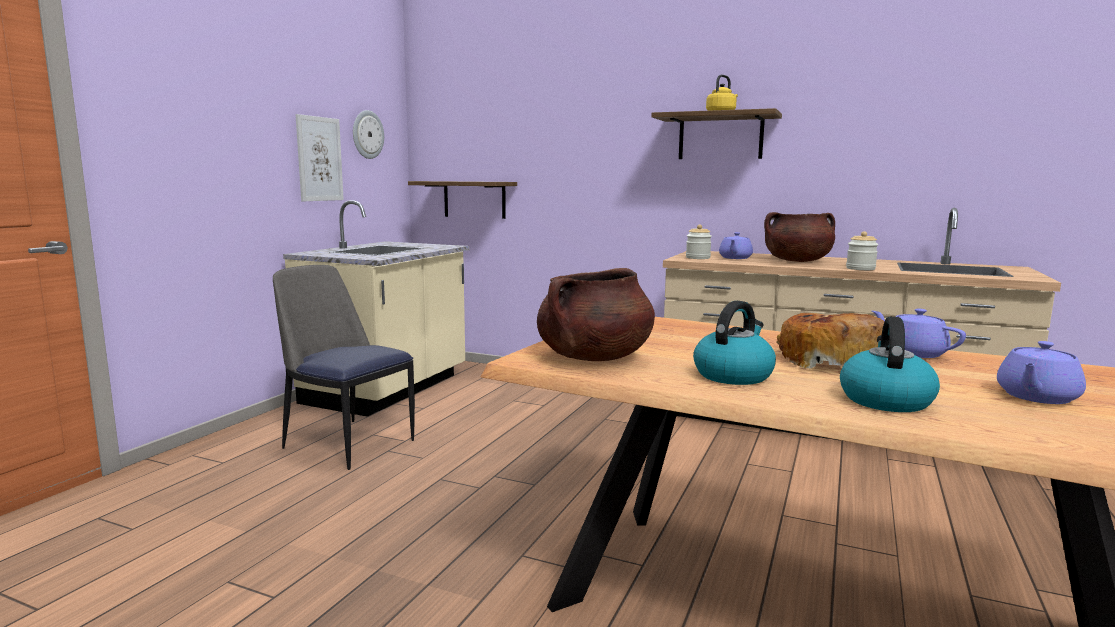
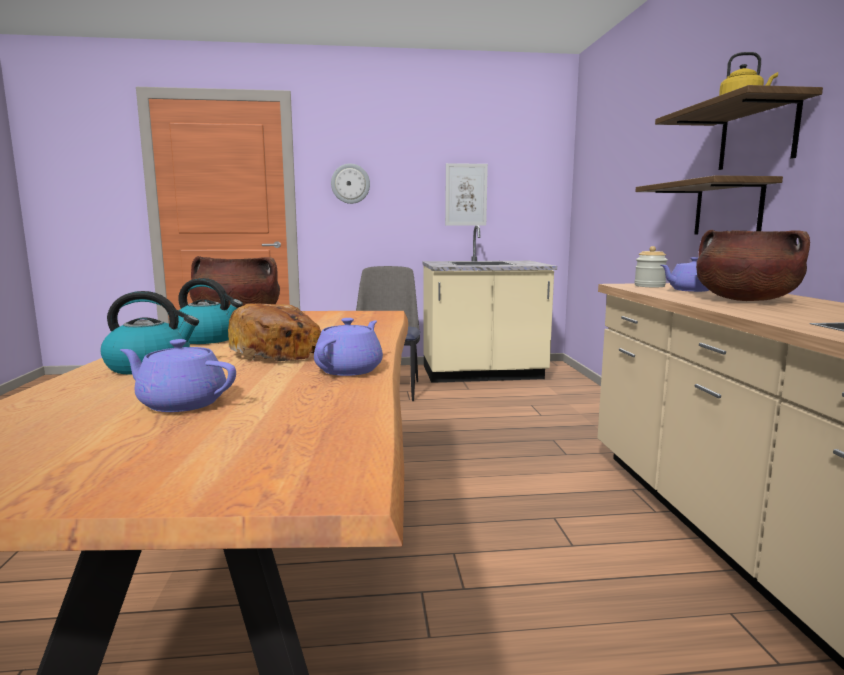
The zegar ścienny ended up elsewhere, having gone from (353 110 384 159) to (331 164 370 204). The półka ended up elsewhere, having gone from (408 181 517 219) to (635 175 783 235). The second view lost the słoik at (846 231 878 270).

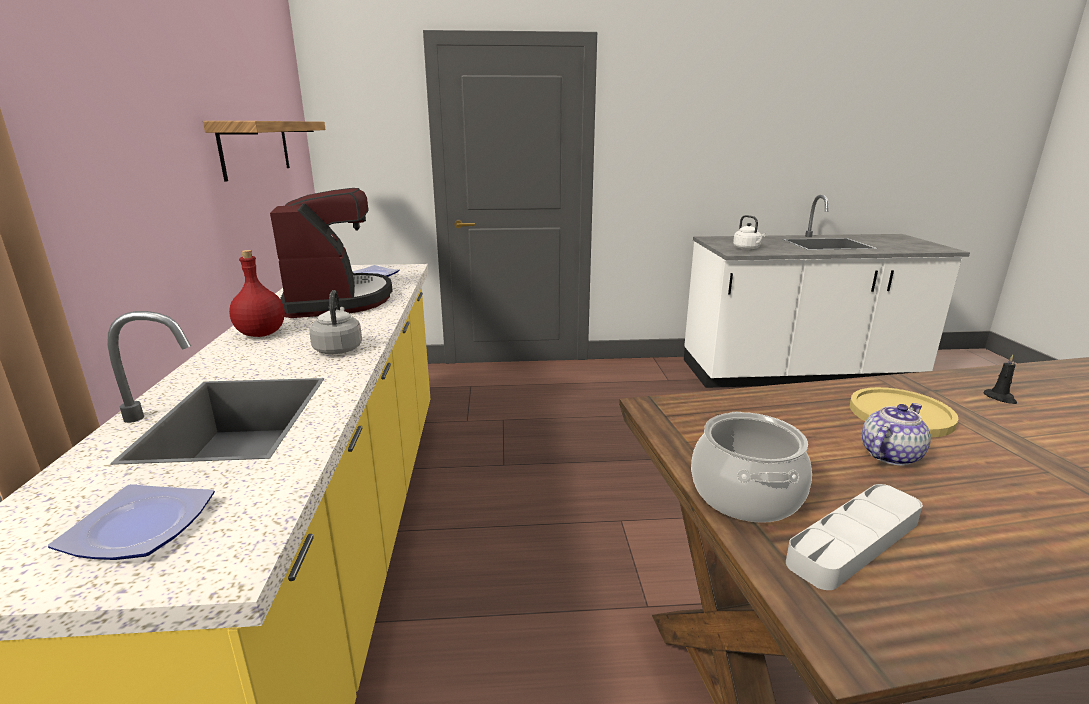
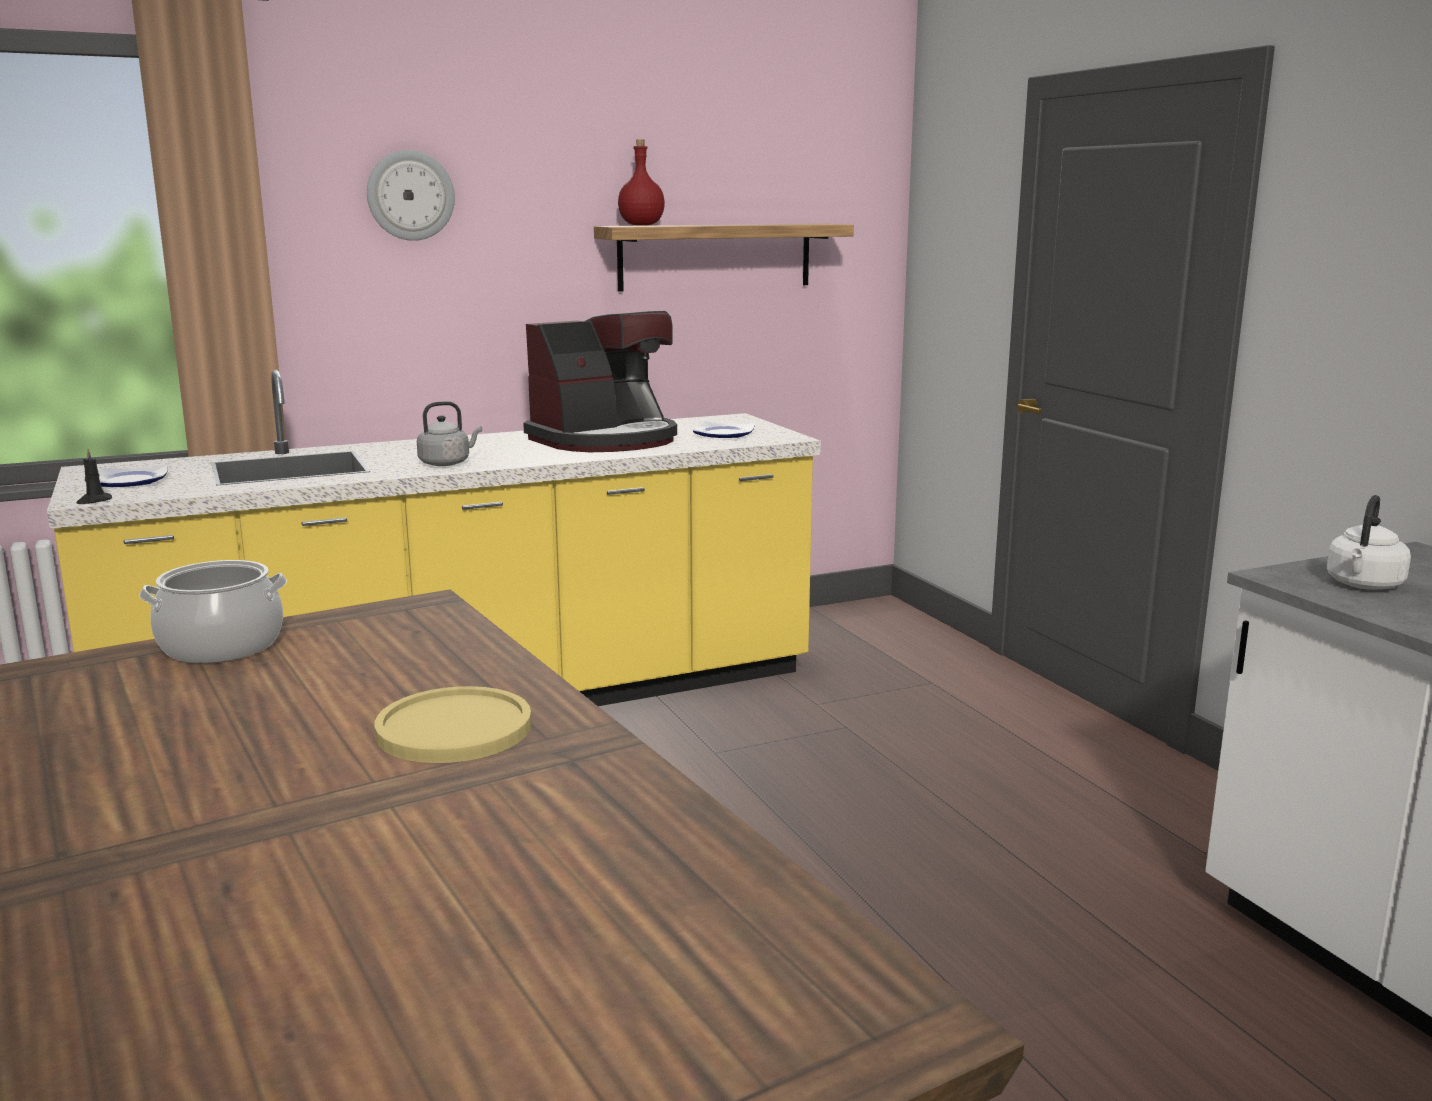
The butelka/czerwony ended up elsewhere, having gone from (229 250 285 337) to (618 139 665 226). The second view lost the taca/szary at (786 484 923 590). The second view lost the imbryk at (862 403 931 466). The świeca/czarny ended up elsewhere, having gone from (984 355 1017 404) to (77 449 112 504). The second view gained the zegar ścienny at (367 150 455 241).

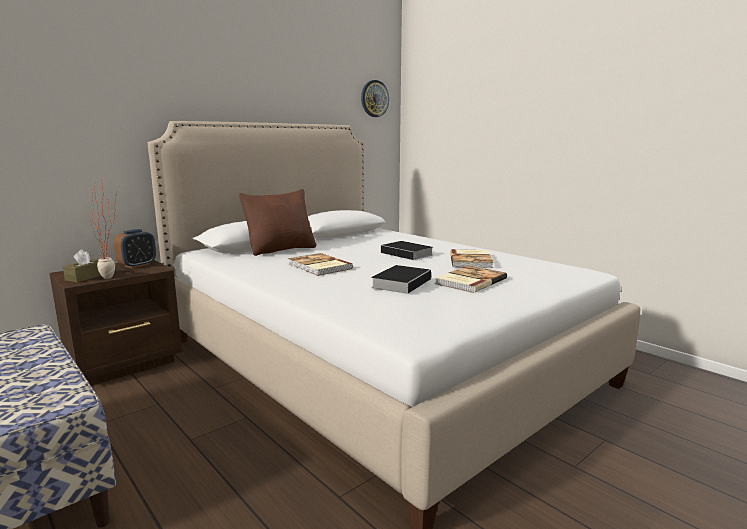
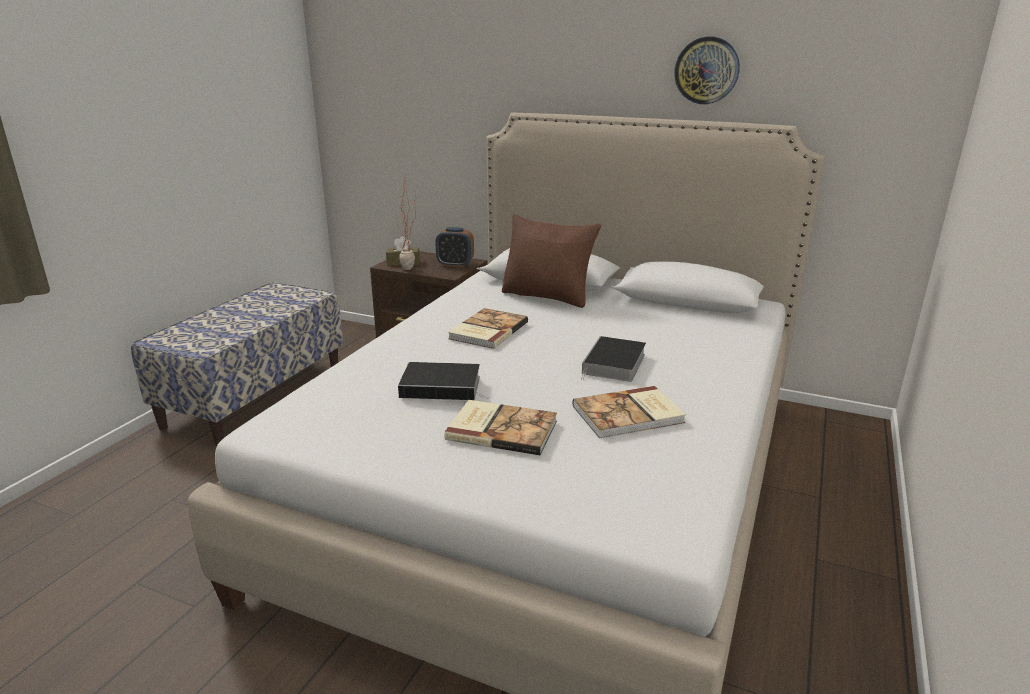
The zegar ścienny ended up elsewhere, having gone from (361 80 389 117) to (674 37 740 104).

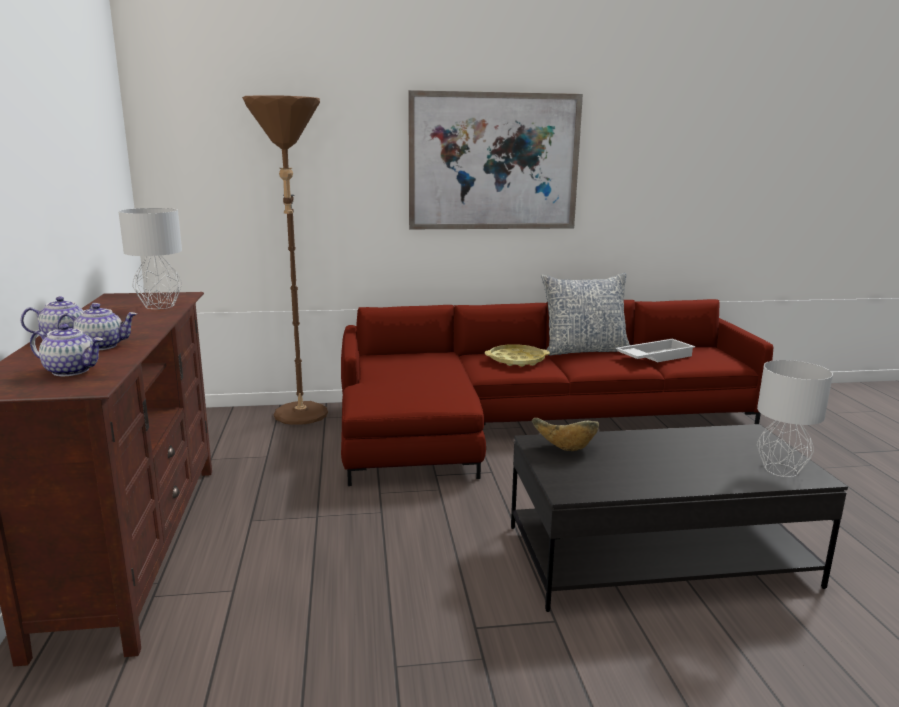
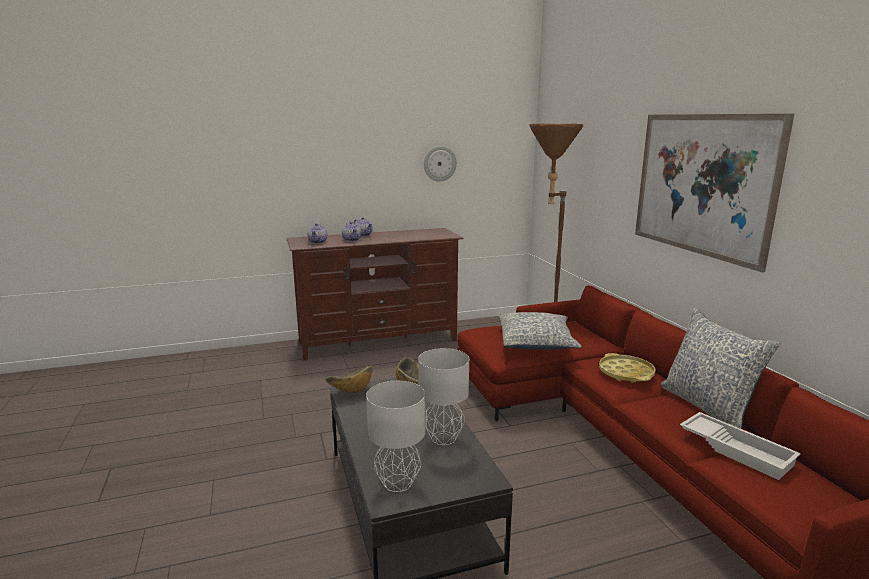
The lampa stołowa/szary ended up elsewhere, having gone from (118 208 182 309) to (418 348 469 445). The second view gained the miska at (325 366 372 393). The second view gained the zegar ścienny at (424 146 457 181). The second view gained the poduszka at (499 312 582 350).

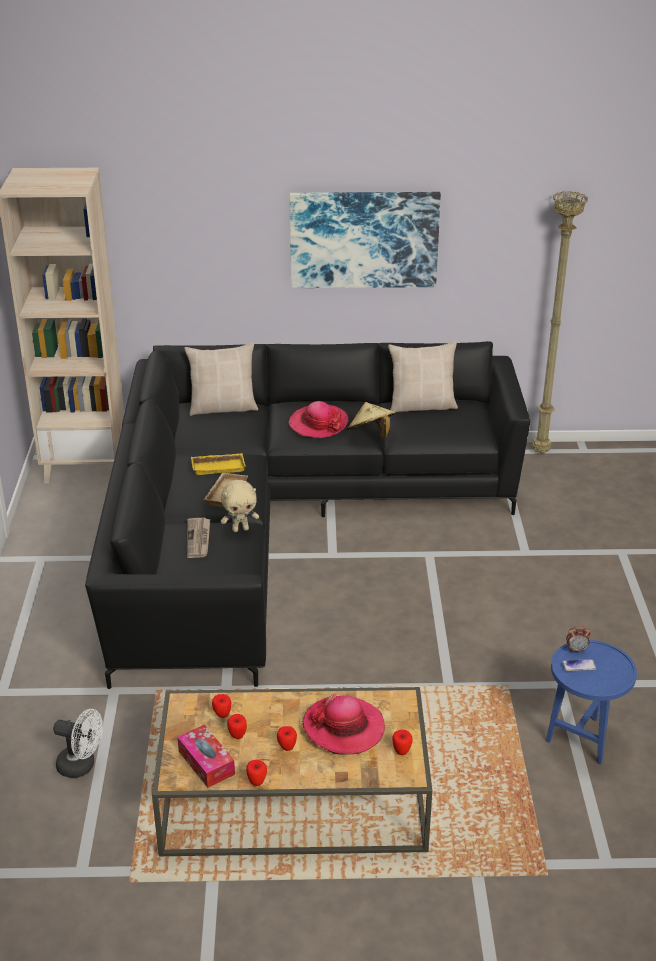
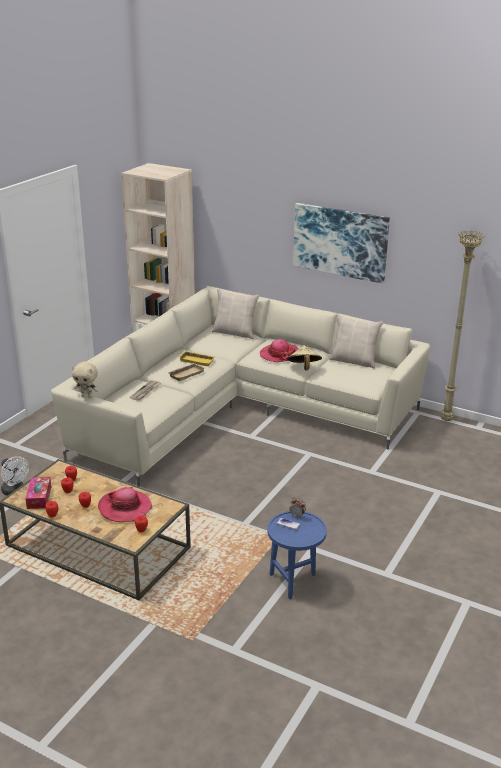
What was the kanapa/czarny at (85 341 530 689) turned into the kanapa/beżowy at (51 286 430 487). The pluszak/beżowy ended up elsewhere, having gone from (221 480 259 532) to (72 361 99 398).

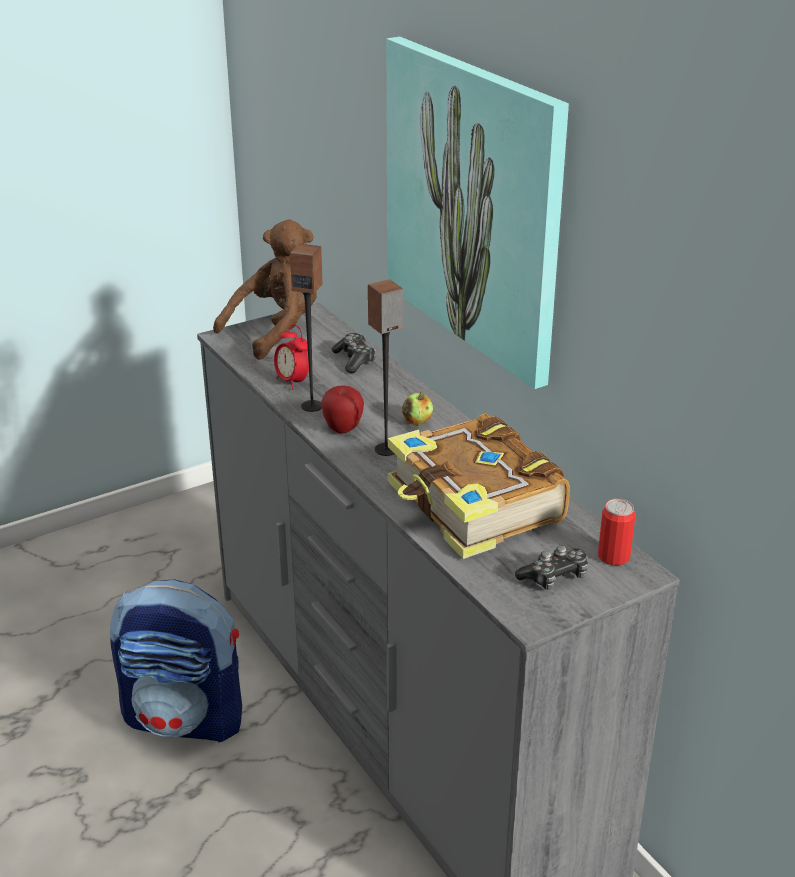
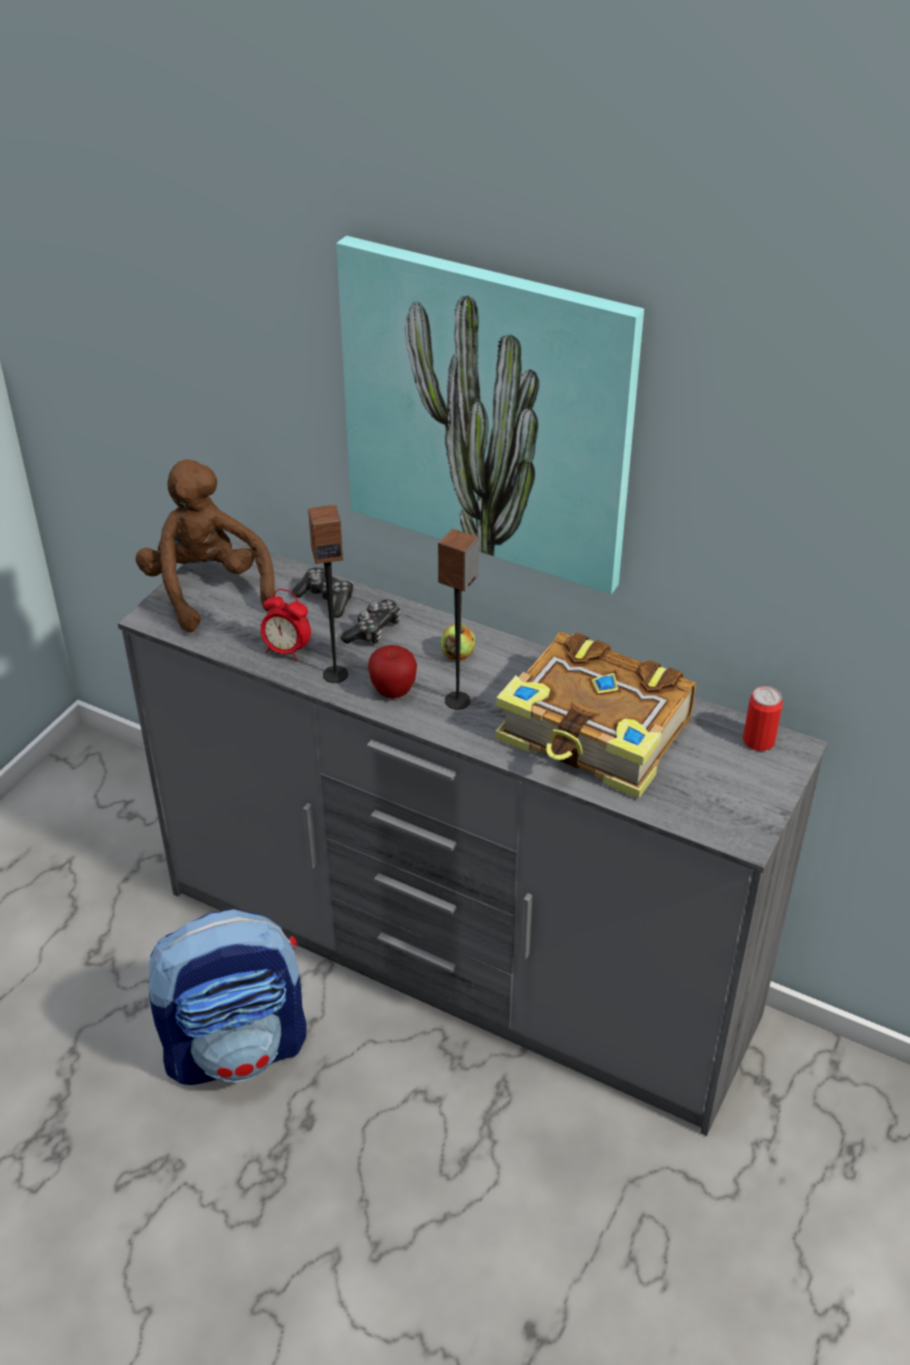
The pluszak/brązowy at (213 219 317 360) ended up facing another way, 45 degrees counterclockwise from before. The pad do gier ended up elsewhere, having gone from (515 546 588 590) to (341 599 401 644).

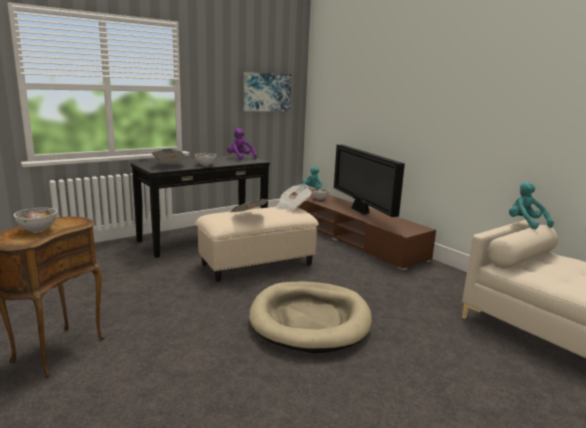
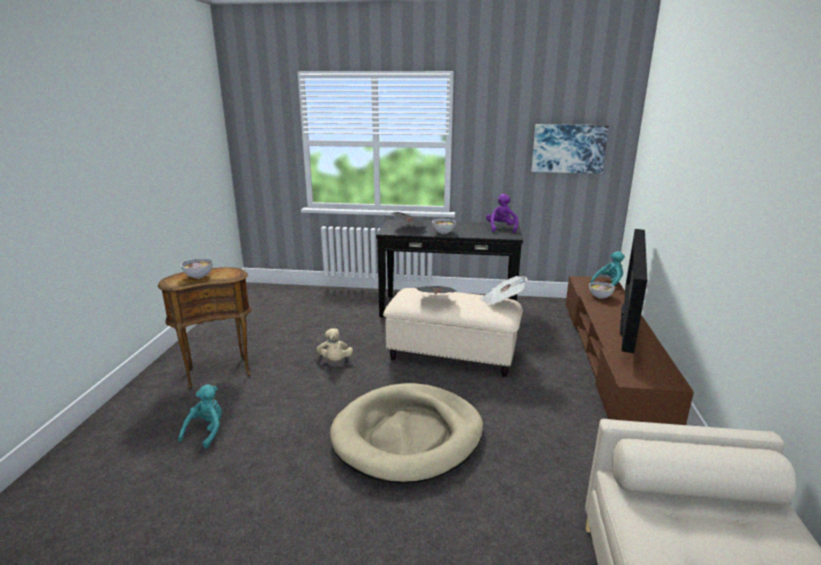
The pluszak/turkusowy ended up elsewhere, having gone from (509 182 554 229) to (178 384 222 449). The second view gained the pluszak/beżowy at (317 328 353 361).

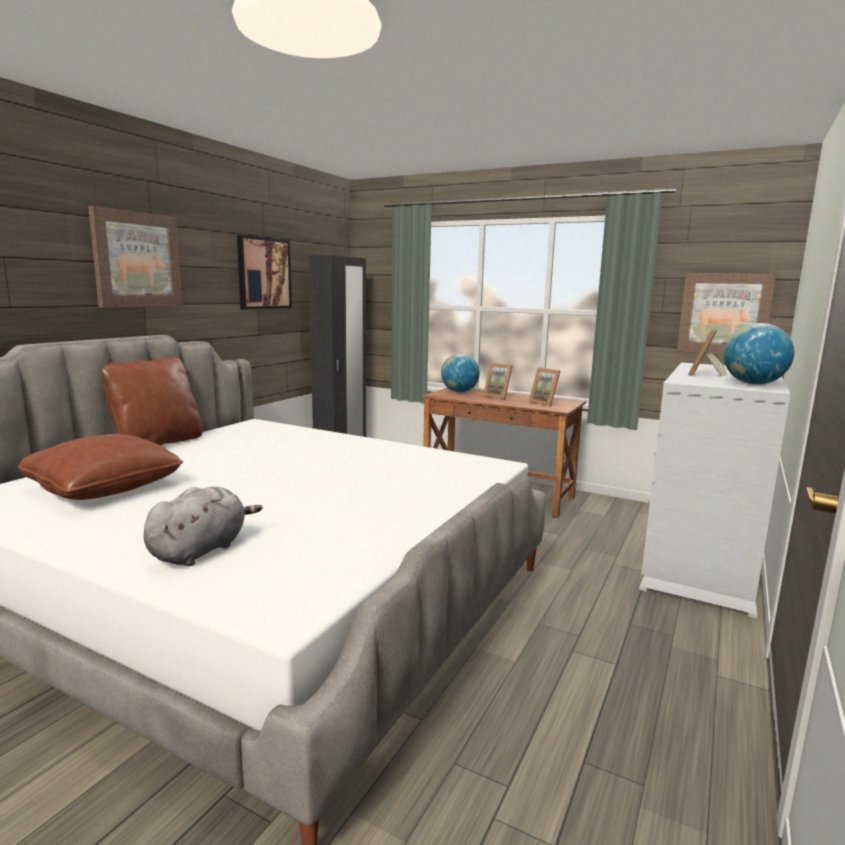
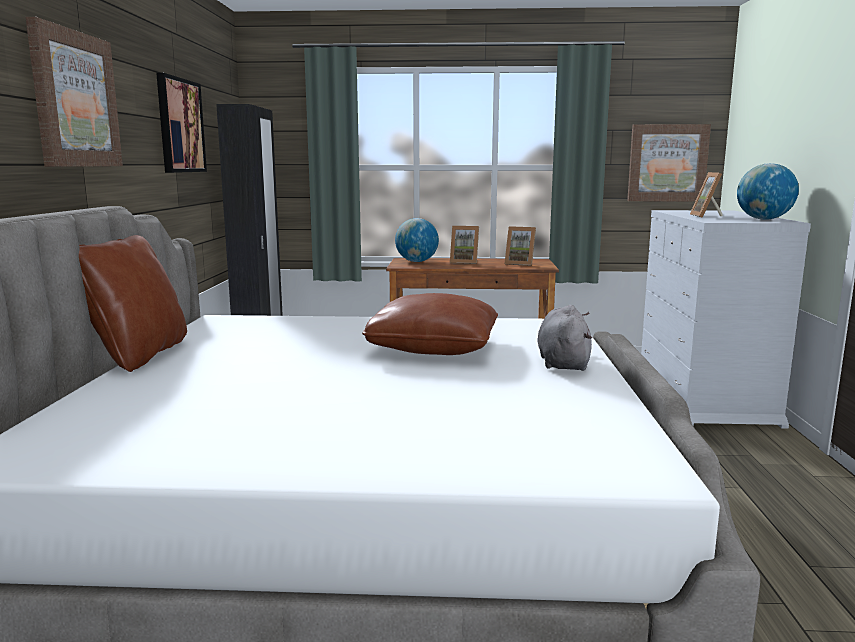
The poduszka/brązowy ended up elsewhere, having gone from (18 434 183 500) to (362 293 498 355). The pluszak/szary ended up elsewhere, having gone from (143 486 262 566) to (537 305 592 371).

